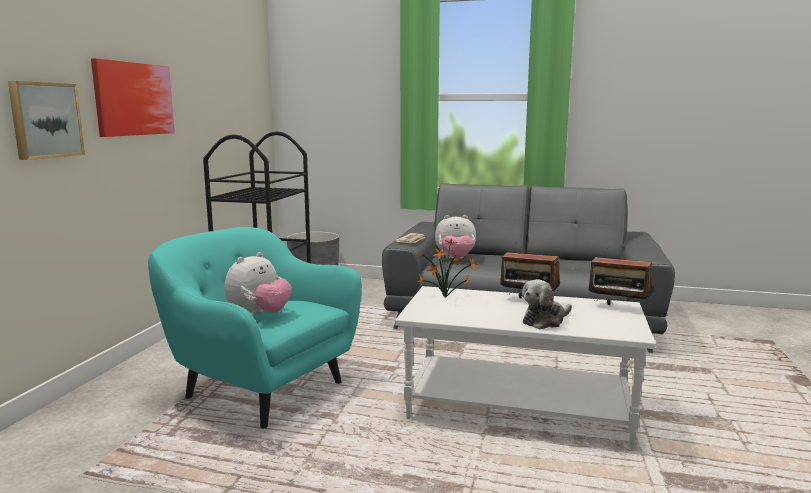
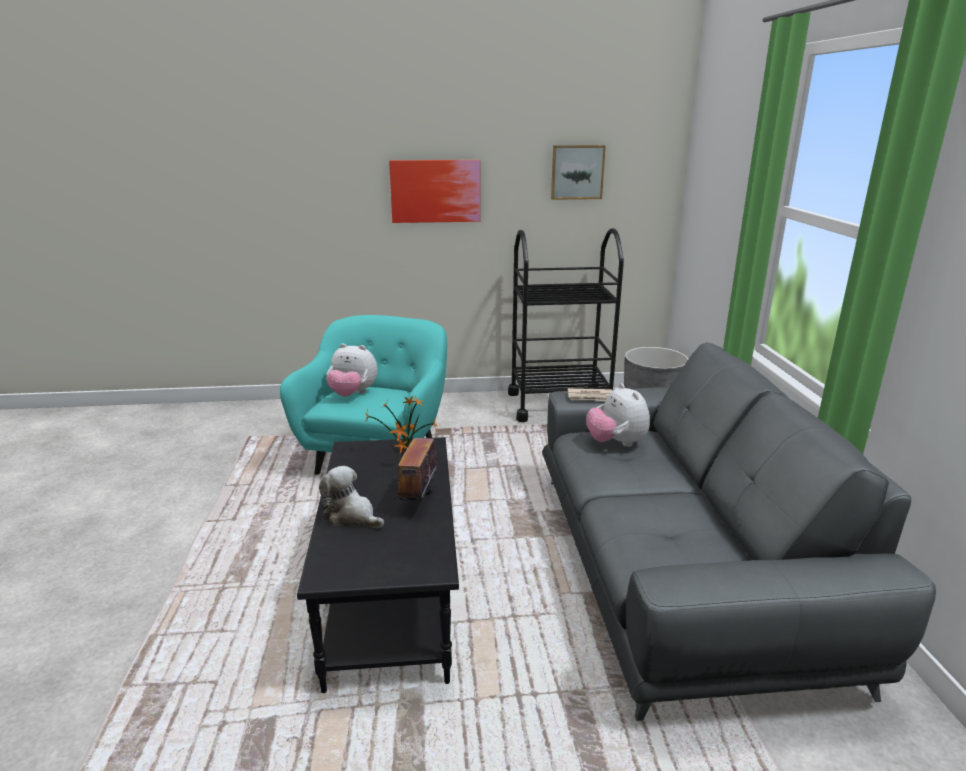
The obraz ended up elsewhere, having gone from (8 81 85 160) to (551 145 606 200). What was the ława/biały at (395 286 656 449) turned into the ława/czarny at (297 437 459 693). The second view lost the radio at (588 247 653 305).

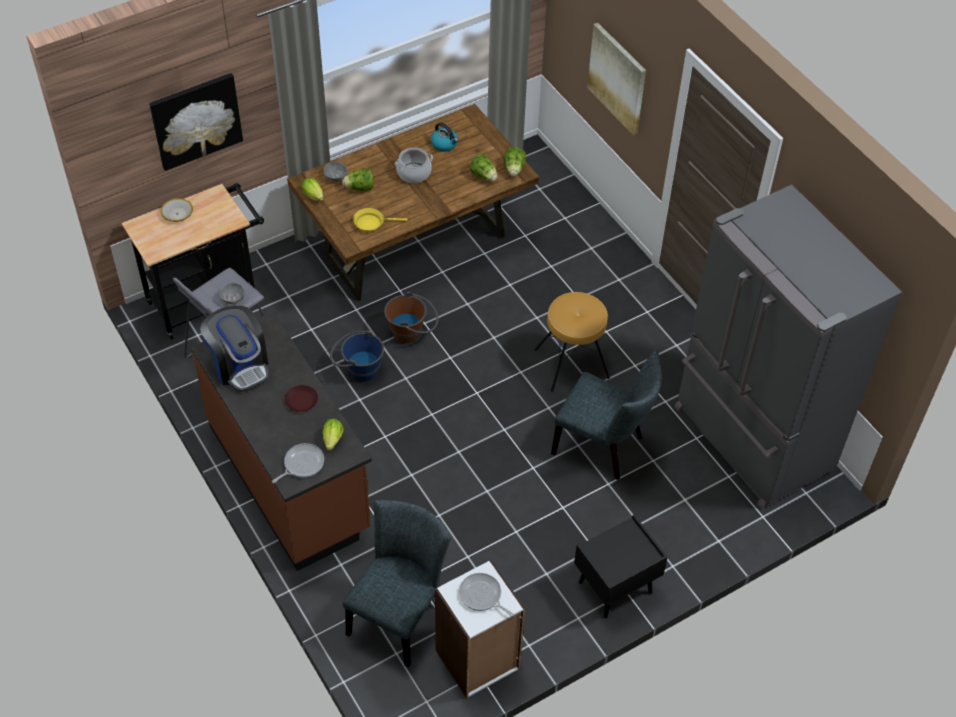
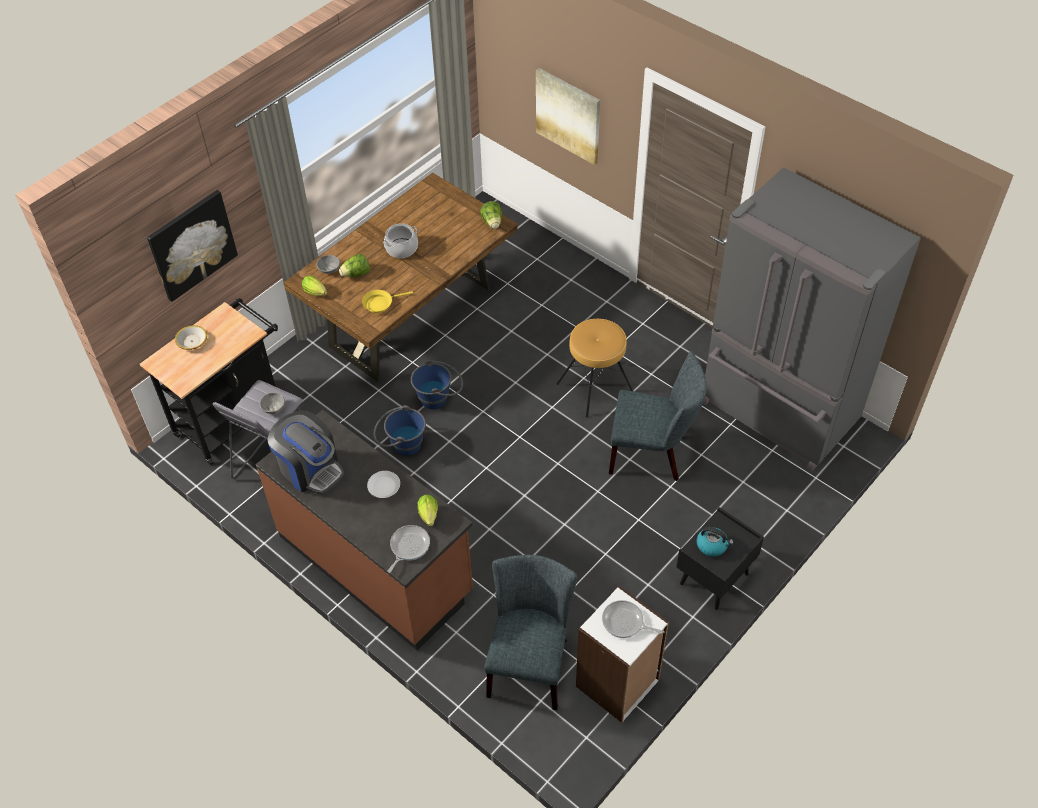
What was the talerz/brązowy at (285 385 318 412) turned into the talerz/biały at (367 471 400 498). What was the wiadro/brązowy at (384 292 438 343) turned into the wiadro/niebieski at (411 360 463 409). The czajnik ended up elsewhere, having gone from (431 122 458 152) to (697 527 734 557). The second view lost the sałata at (470 154 498 181).

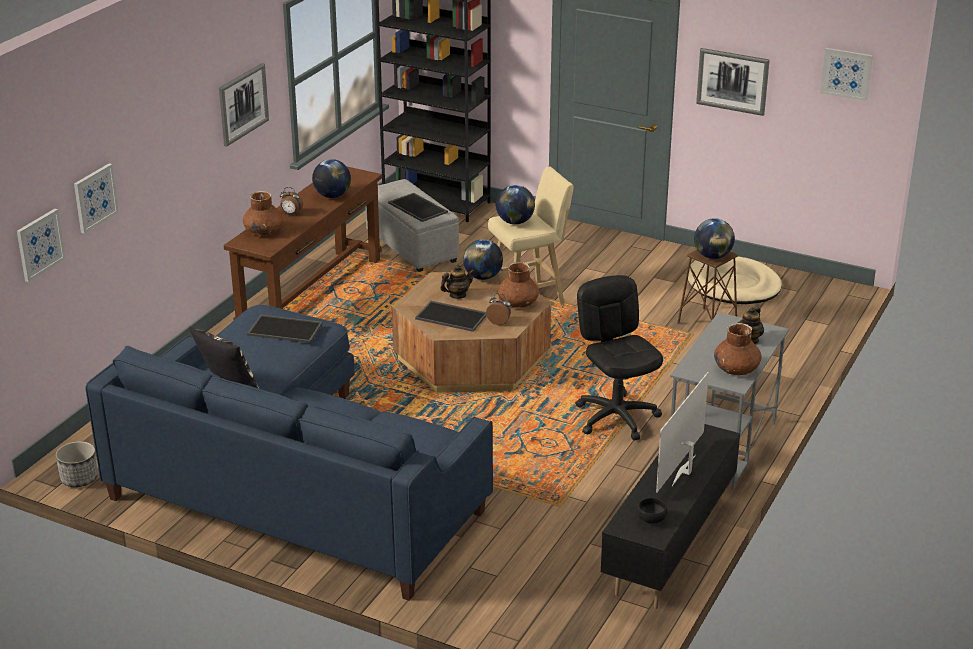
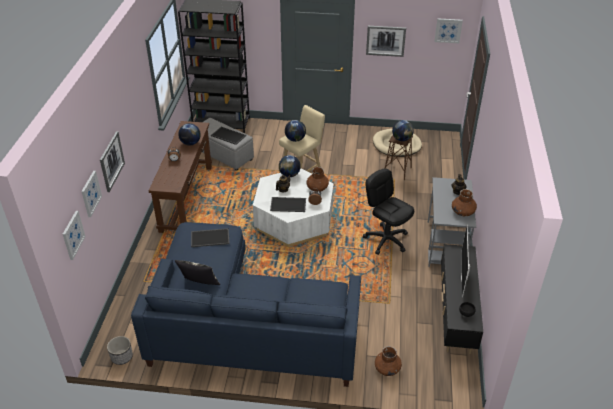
The obraz ended up elsewhere, having gone from (219 63 269 147) to (100 131 125 192). The wazon/brązowy ended up elsewhere, having gone from (243 191 283 236) to (375 346 402 376). What was the ława/brązowy at (392 270 551 393) turned into the ława/biały at (253 168 334 247).

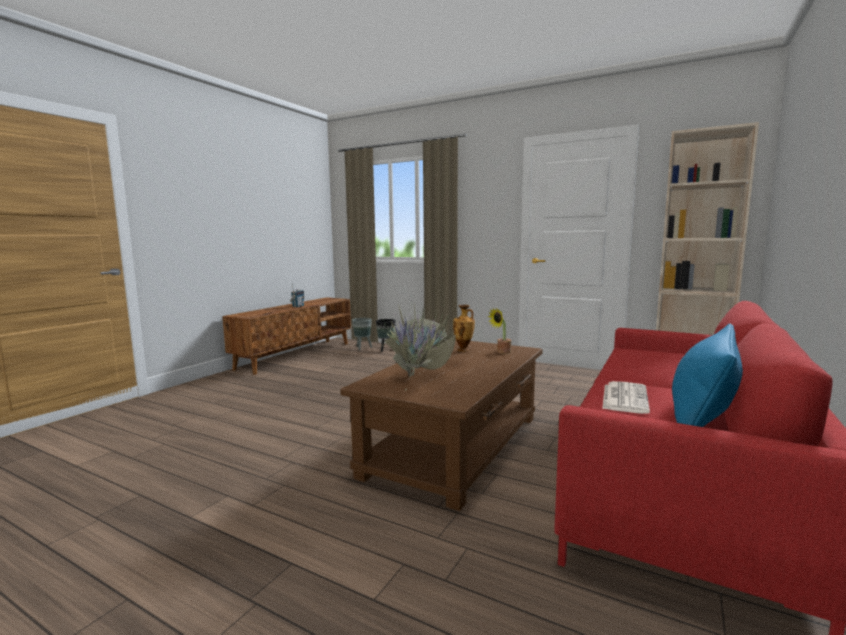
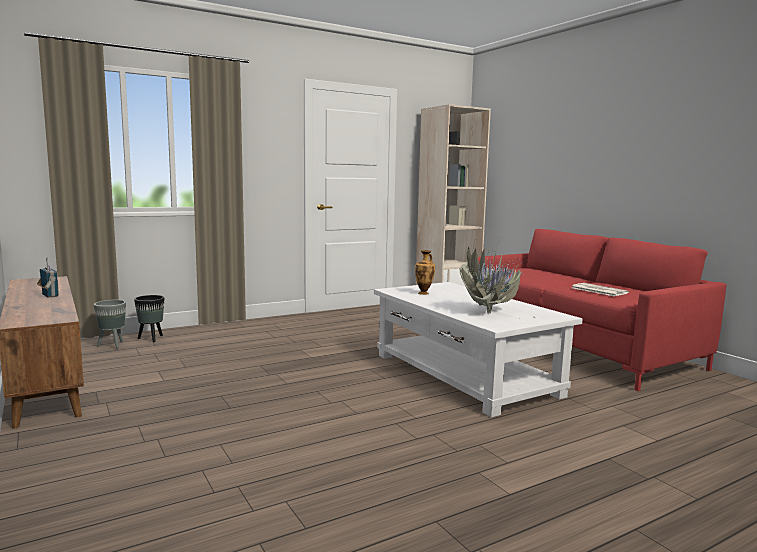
What was the ława/brązowy at (341 339 543 511) turned into the ława/biały at (374 282 582 417). The second view lost the roślina doniczkowa at (487 308 511 354). The second view lost the poduszka/niebieski at (672 324 743 427).

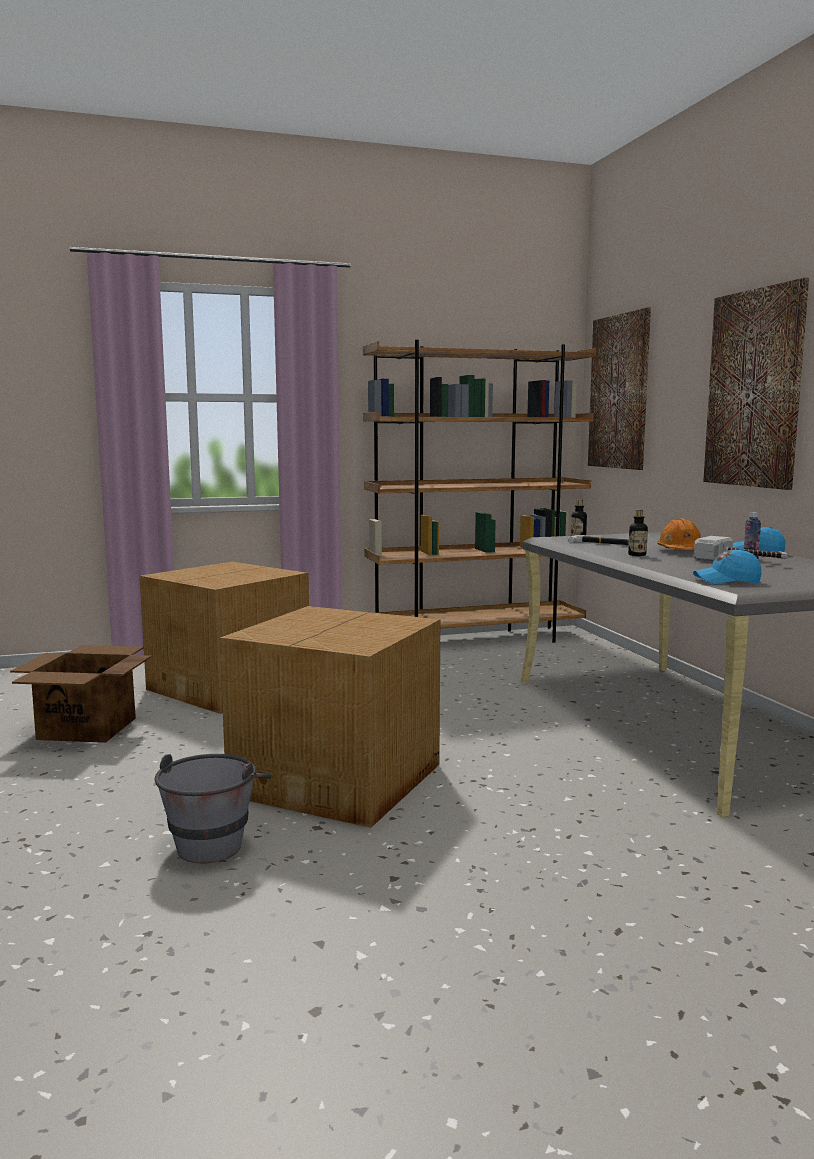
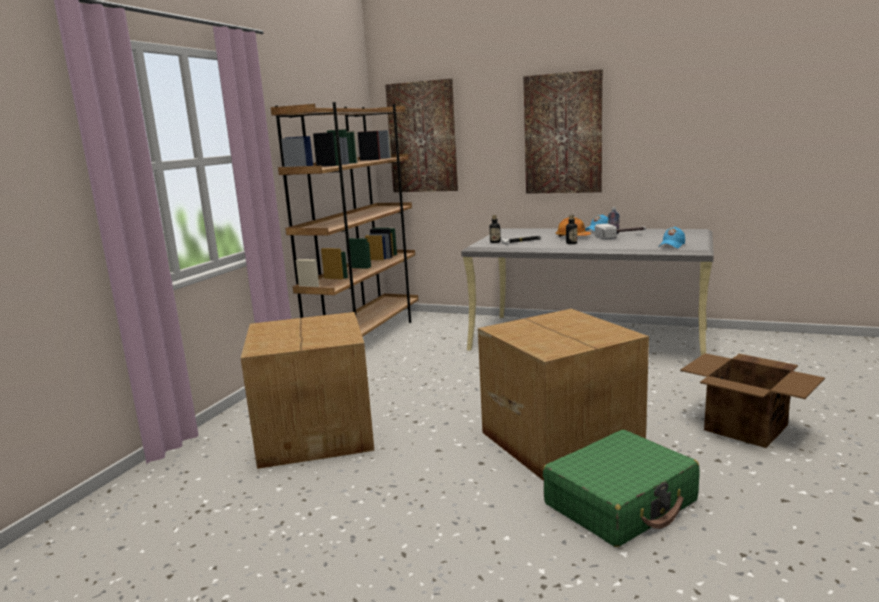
The karton ended up elsewhere, having gone from (10 645 151 743) to (680 353 825 448). Where the wiadro/szary stood at (155 754 272 864), the walizka/zielony came to stand at (543 430 700 547).

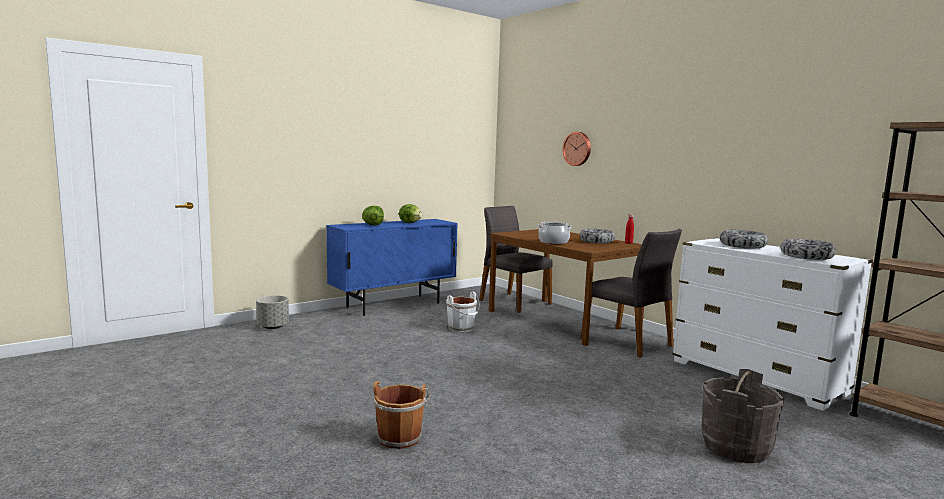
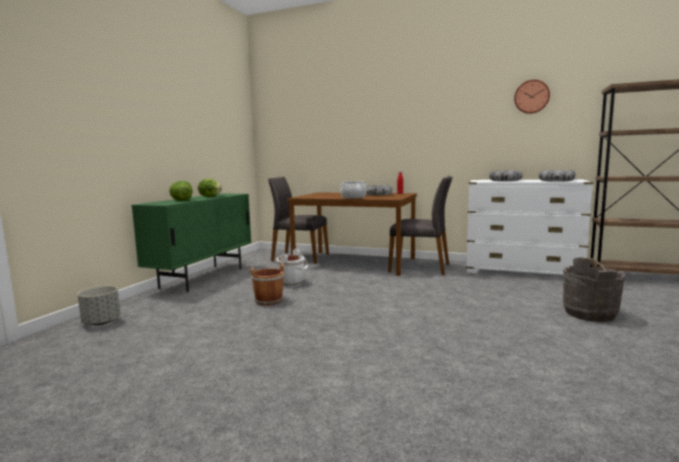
What was the szafka/niebieski at (326 219 458 316) turned into the szafka/zielony at (131 193 251 292). The wiadro/brązowy ended up elsewhere, having gone from (373 381 429 449) to (249 263 284 306). The zegar ścienny ended up elsewhere, having gone from (563 132 591 166) to (514 80 550 114).

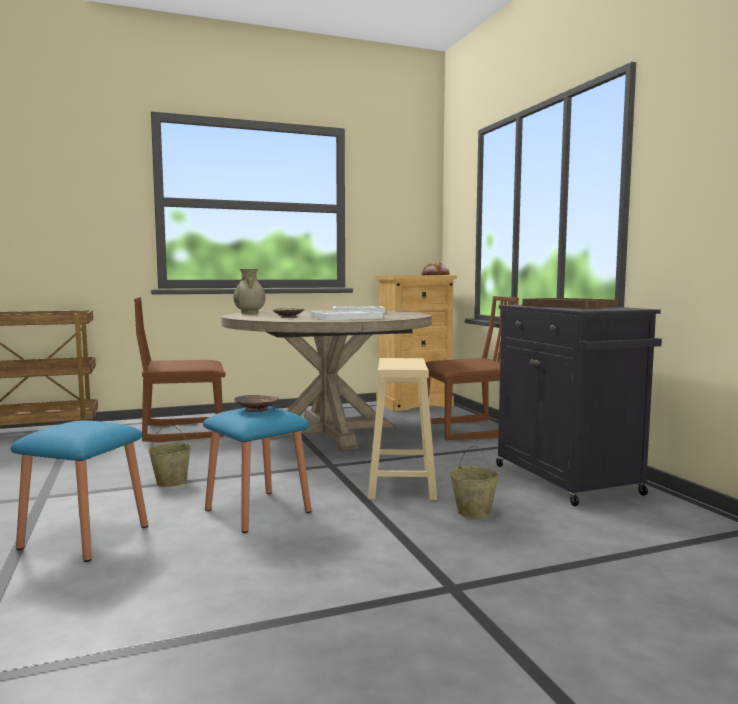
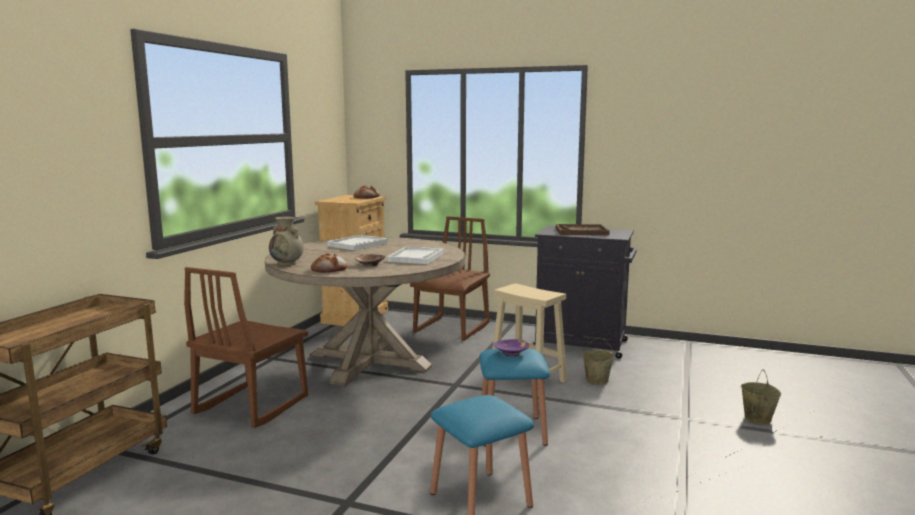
The wiadro/beżowy ended up elsewhere, having gone from (148 424 191 487) to (741 369 781 424). What was the miska/brązowy at (234 395 279 412) turned into the miska/fioletowy at (494 339 529 356). The second view gained the chleb at (311 253 348 273).

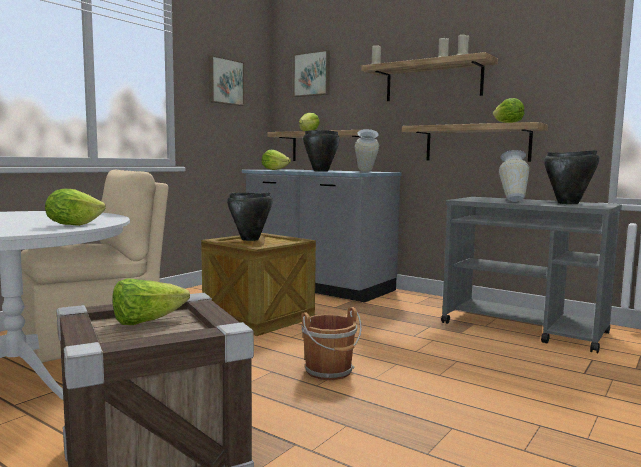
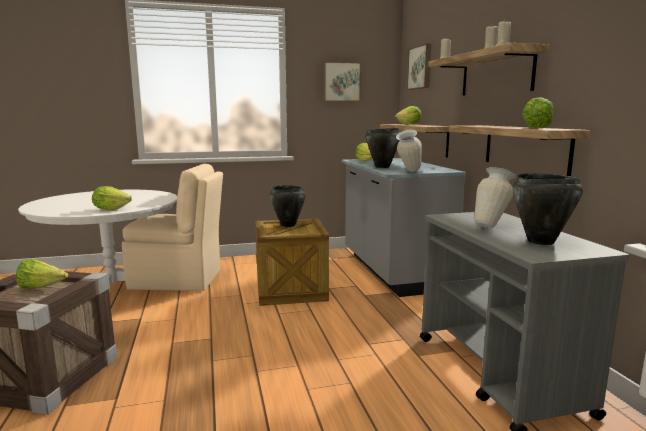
The second view lost the wiadro/brązowy at (301 307 362 380).

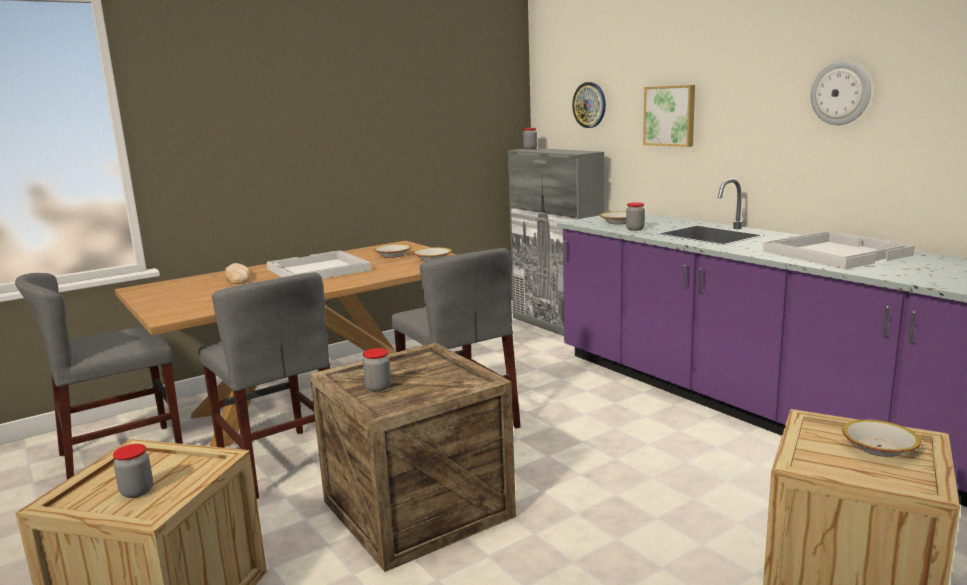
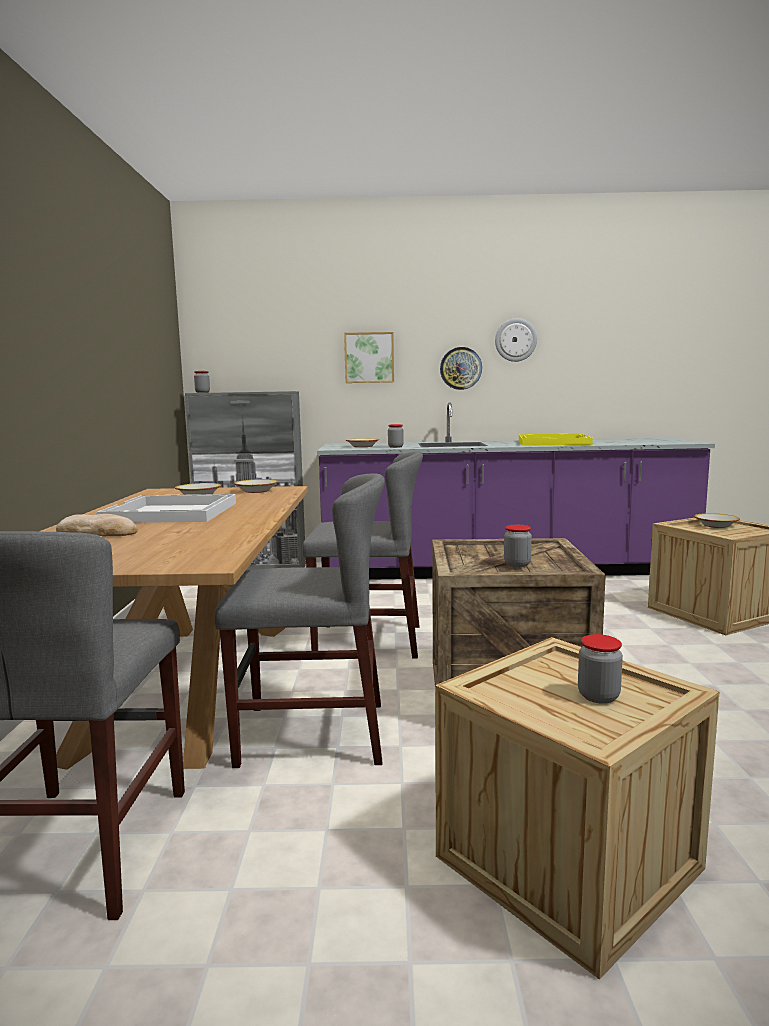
The zegar ścienny ended up elsewhere, having gone from (572 82 606 128) to (440 347 482 390). What was the taca/biały at (762 231 915 269) turned into the taca/żółty at (519 434 593 445).

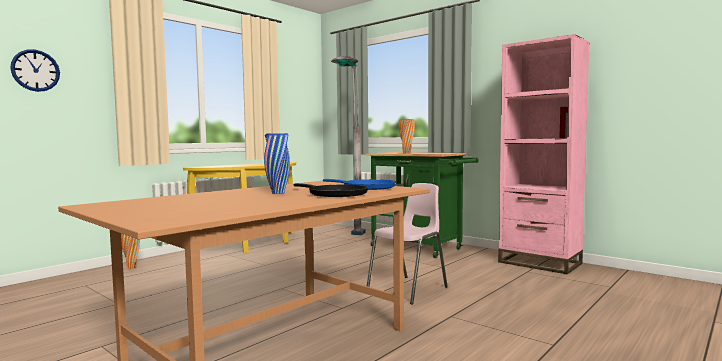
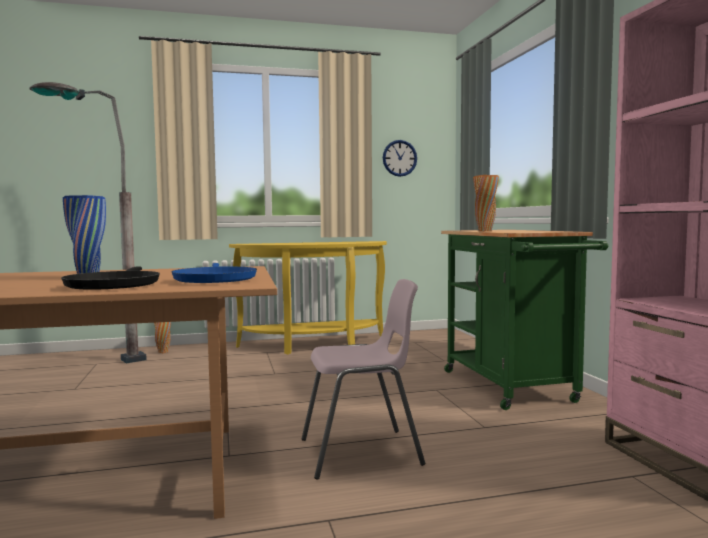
The zegar ścienny ended up elsewhere, having gone from (10 49 60 92) to (383 140 417 177). The lampa stojąca/szary ended up elsewhere, having gone from (331 56 366 235) to (29 82 147 363).

